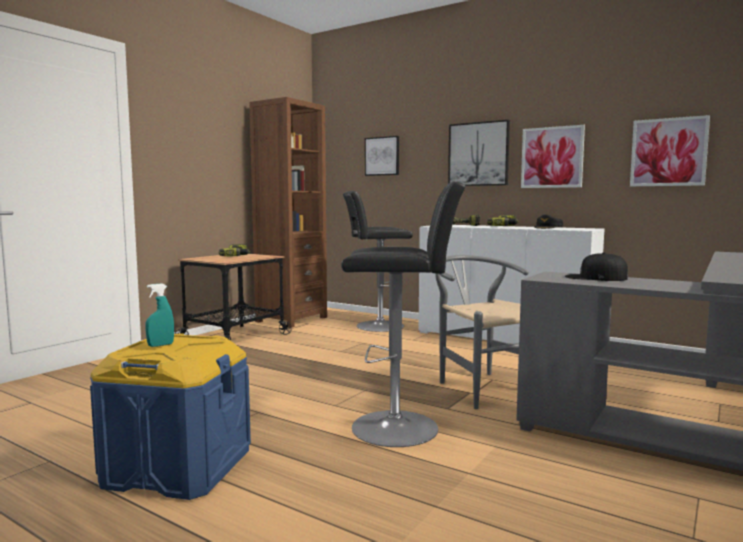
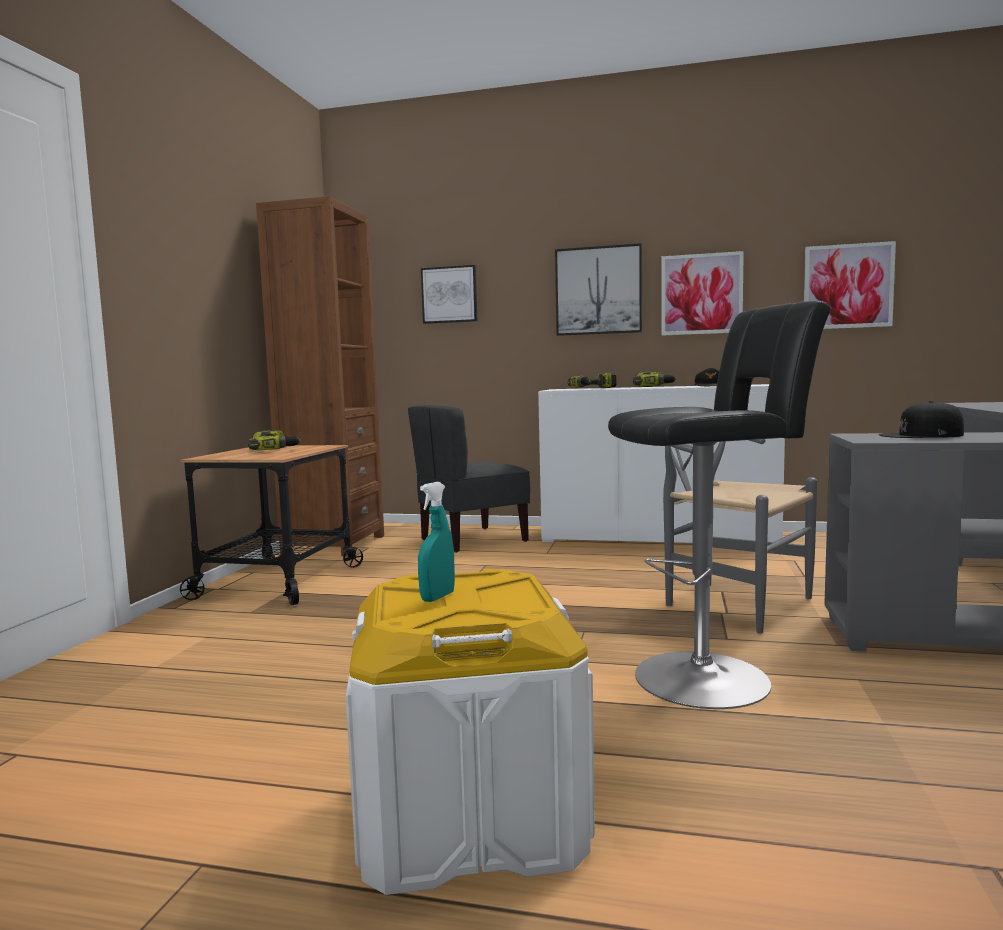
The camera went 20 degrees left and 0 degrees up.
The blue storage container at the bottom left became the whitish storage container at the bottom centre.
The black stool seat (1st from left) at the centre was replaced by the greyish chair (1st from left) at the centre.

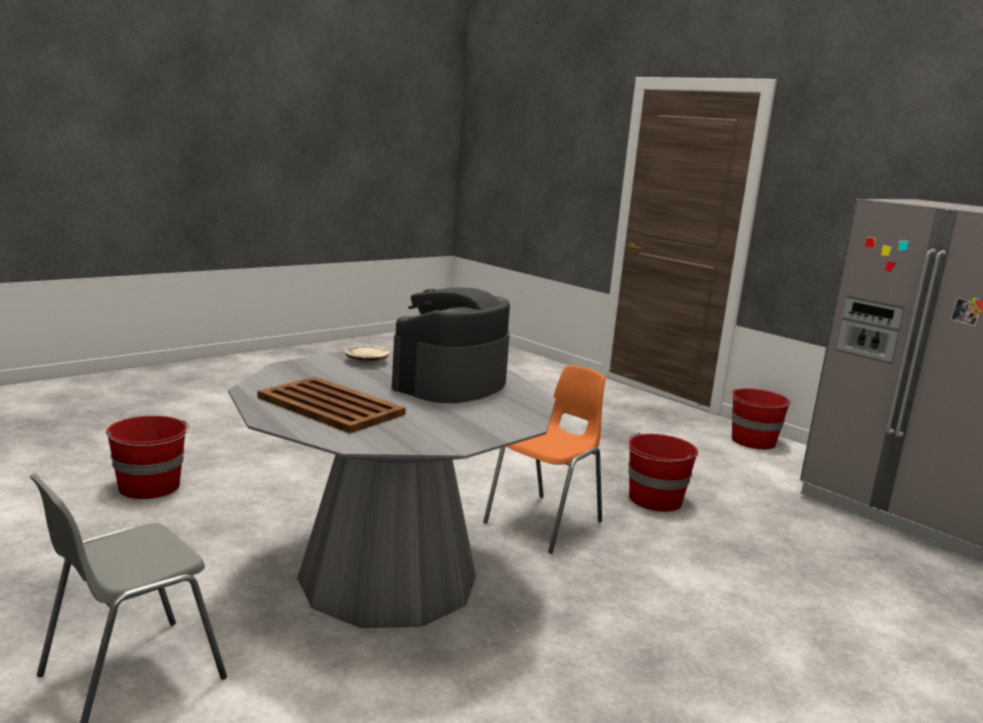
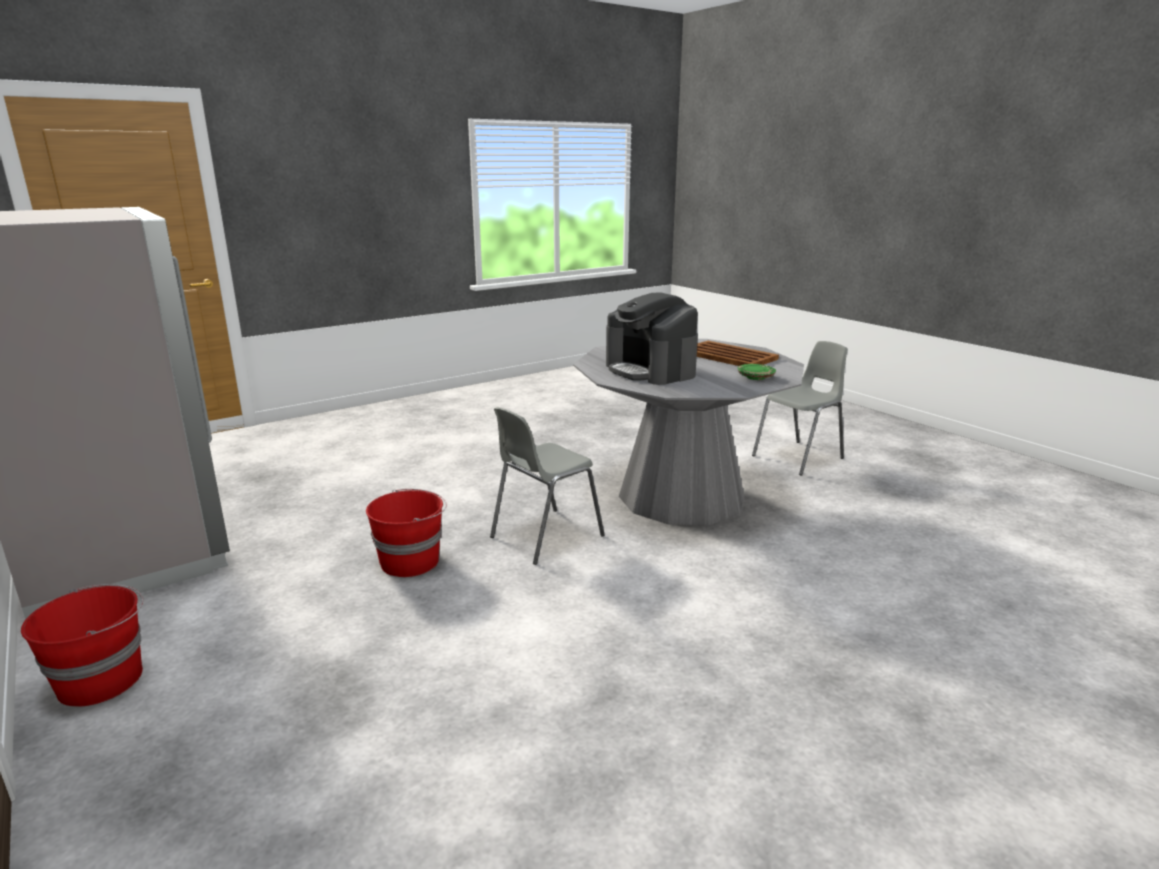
The camera went 170 degrees left and 5 degrees up.
The red-coloured water bucket (1st from left) at the middle left disappeared.
The sand-coloured flat dish at the centre disappeared.
The coffee machine at the centre turned 105 degrees clockwise.
The orangey chair at the centre became the greyish chair (1st from left) at the centre.
The green-coloured flat dish at the centre appeared.

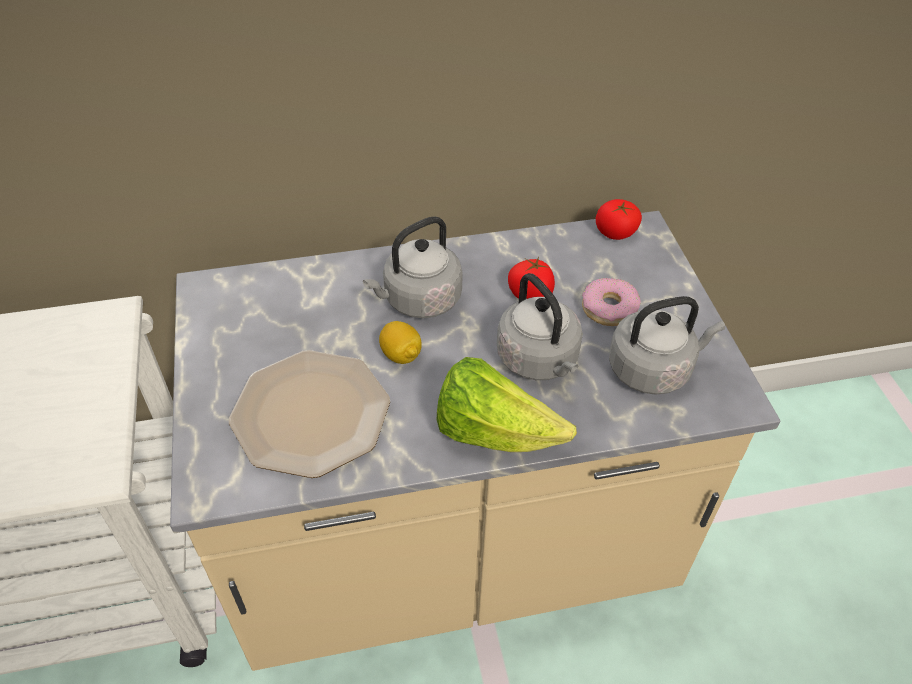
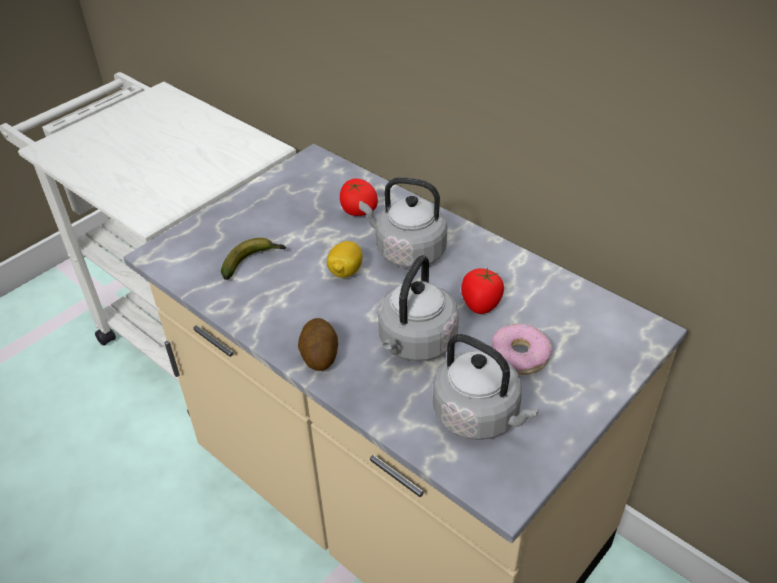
The camera went 55 degrees right and 5 degrees down.
The flat dish at the centre was replaced by the banana fruit at the middle left.
The lettuce at the centre was replaced by the spud at the centre.
The fresh tomato (2nd from left in the first image) moved from the top right to the centre.

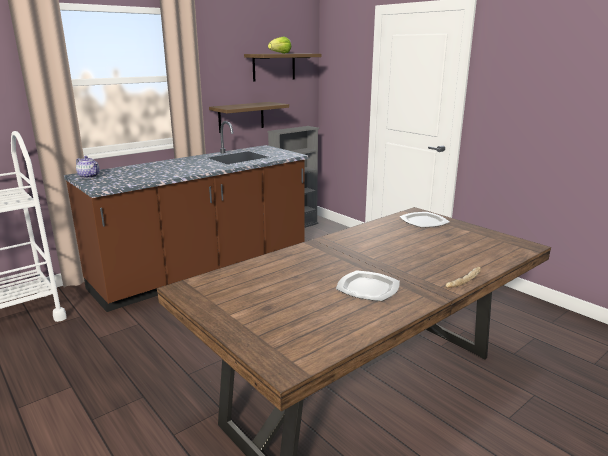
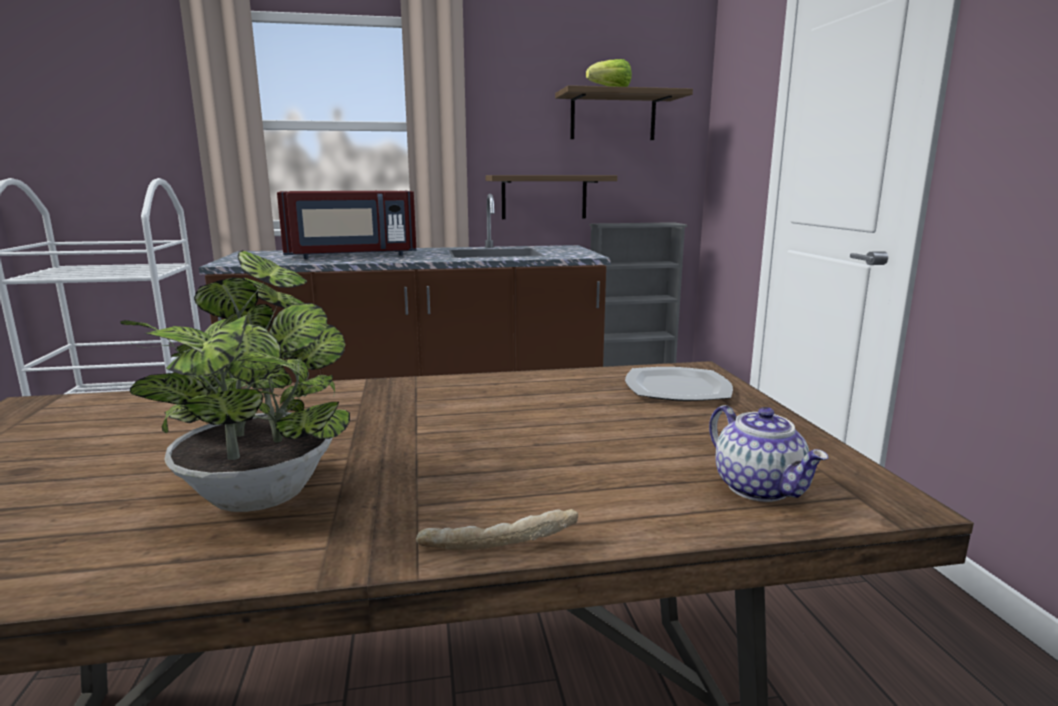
The camera went 30 degrees right and 5 degrees down.
The teapot moved from the middle left to the middle right.
The flat dish (1st from left) at the centre was replaced by the plant in a pot at the middle left.
The red-coloured microwave at the top left appeared.

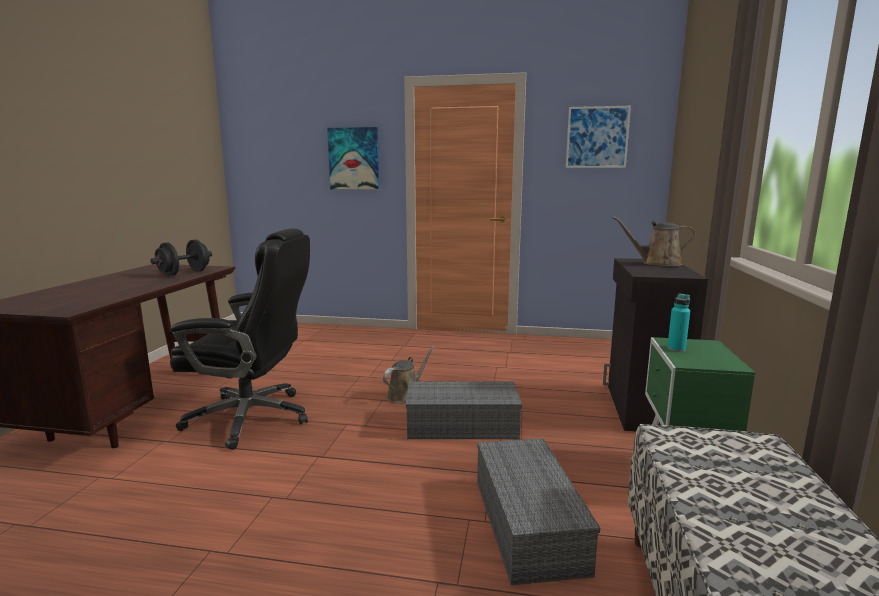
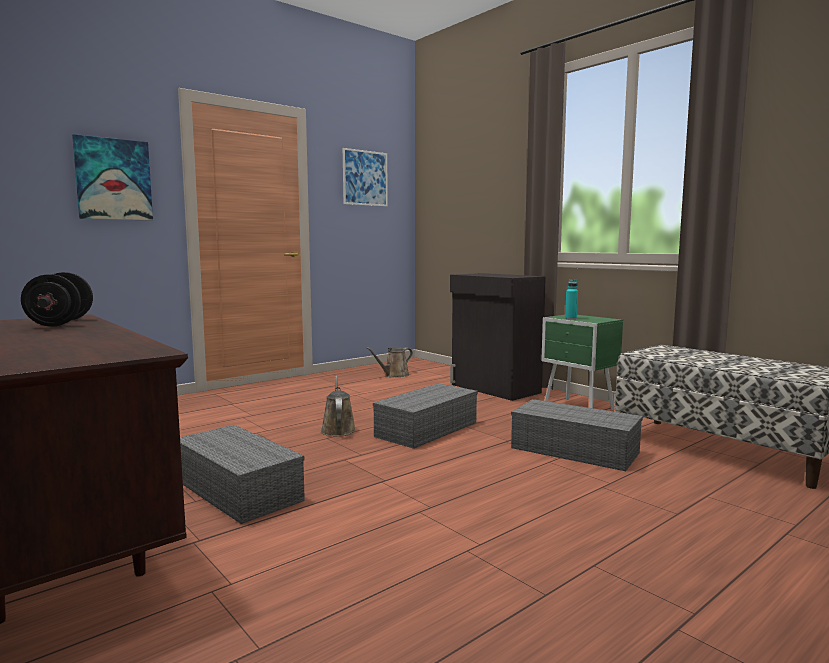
The camera went 50 degrees left and 5 degrees down.
The black office chair at the middle left was replaced by the greyish storage container (1st from left) at the bottom left.
The brown-coloured watering can (2nd from left) moved from the middle right to the centre.

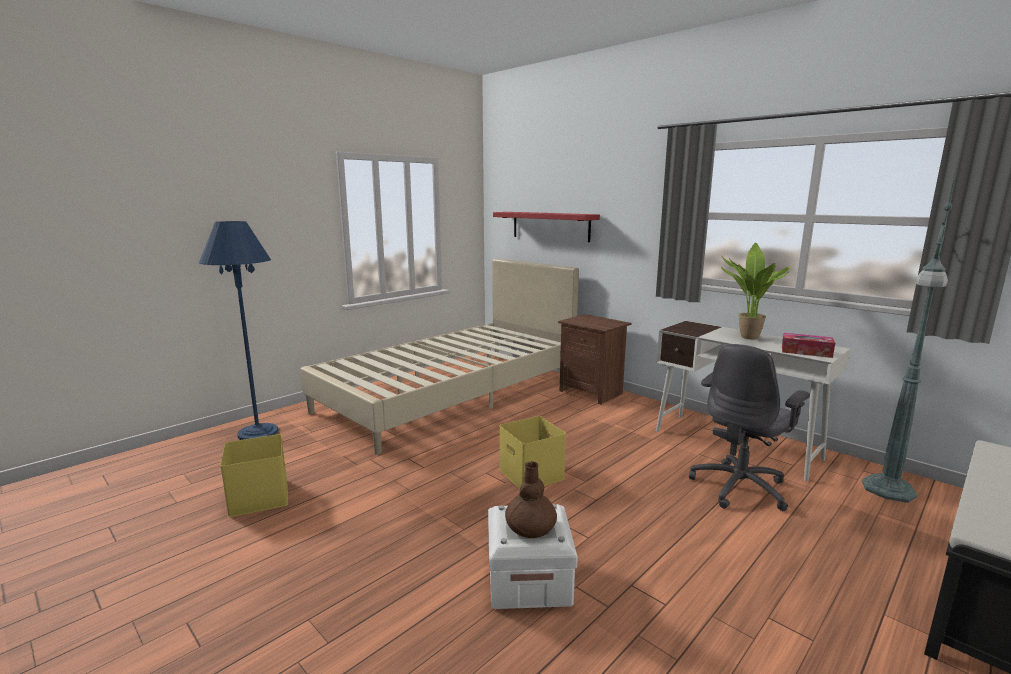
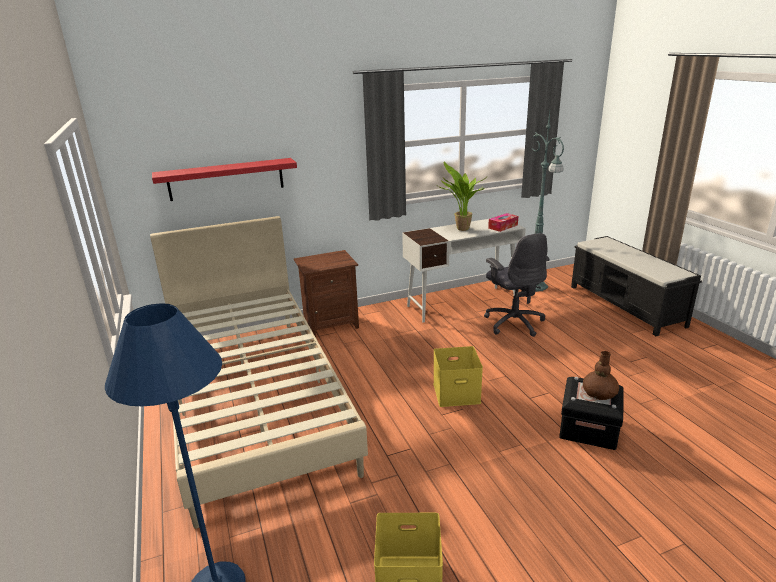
The camera went 65 degrees left and 10 degrees up.
The whitish storage container at the bottom centre became the black storage container at the bottom right.

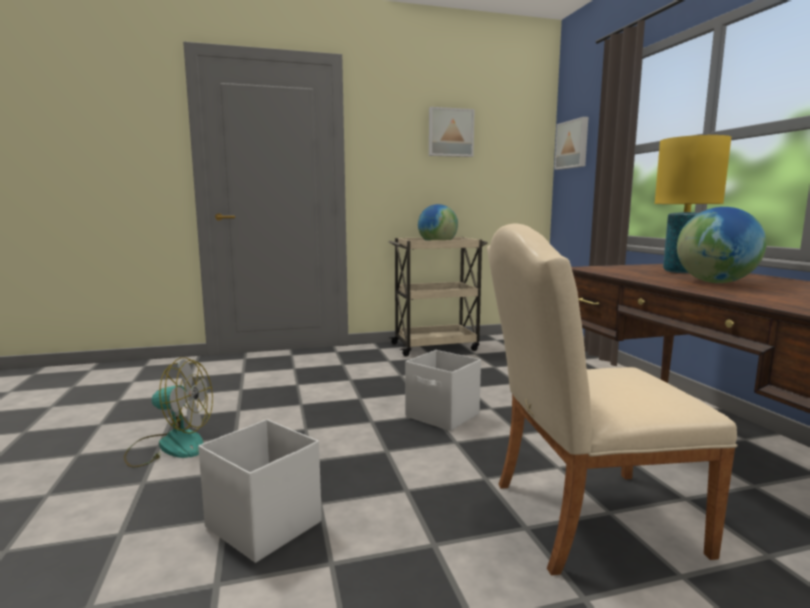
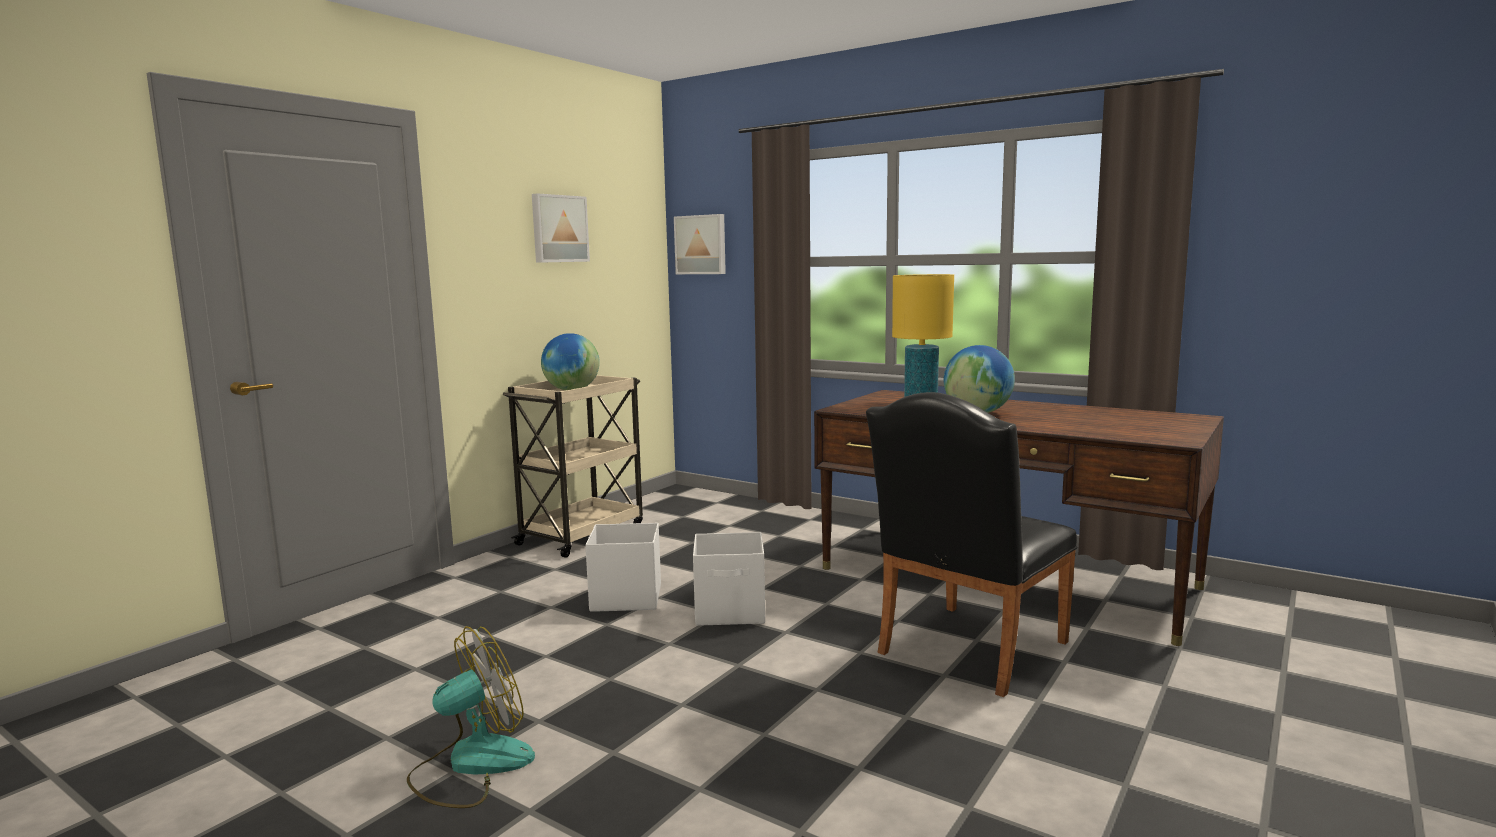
The camera went 40 degrees left and 0 degrees up.
The whitish storage container (1st from left) moved from the bottom left to the bottom centre.
The sand-coloured chair at the middle right became the black chair at the centre.

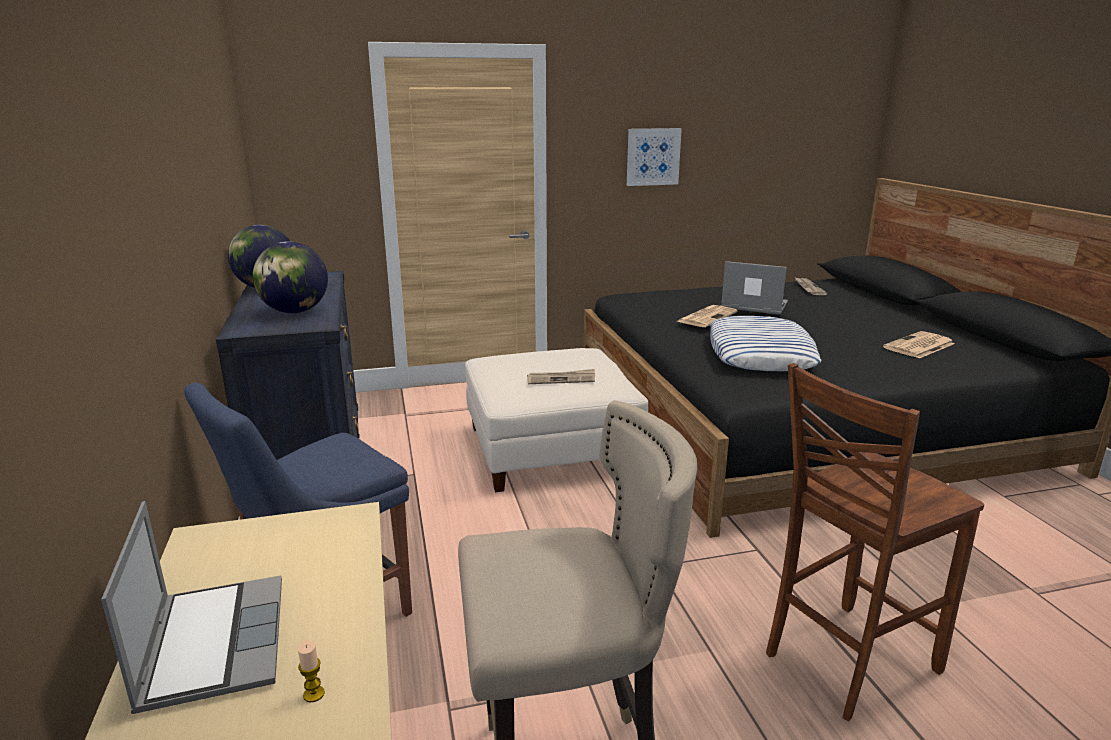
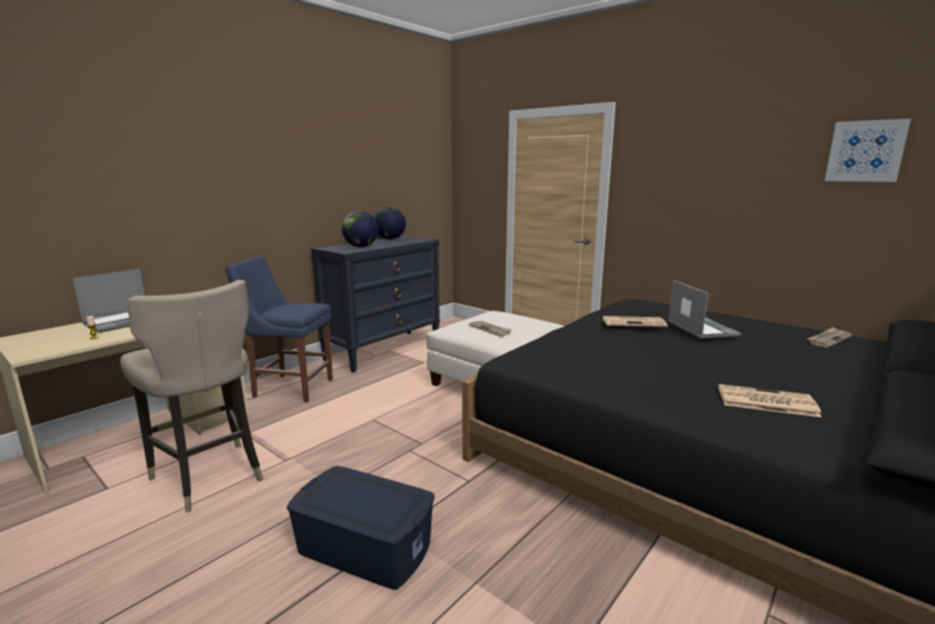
The camera went 55 degrees right and 5 degrees down.
The picture moved from the top centre to the top right.
The pillow at the middle right disappeared.
The brown-coloured chair at the bottom right was replaced by the blue storage container at the bottom centre.

